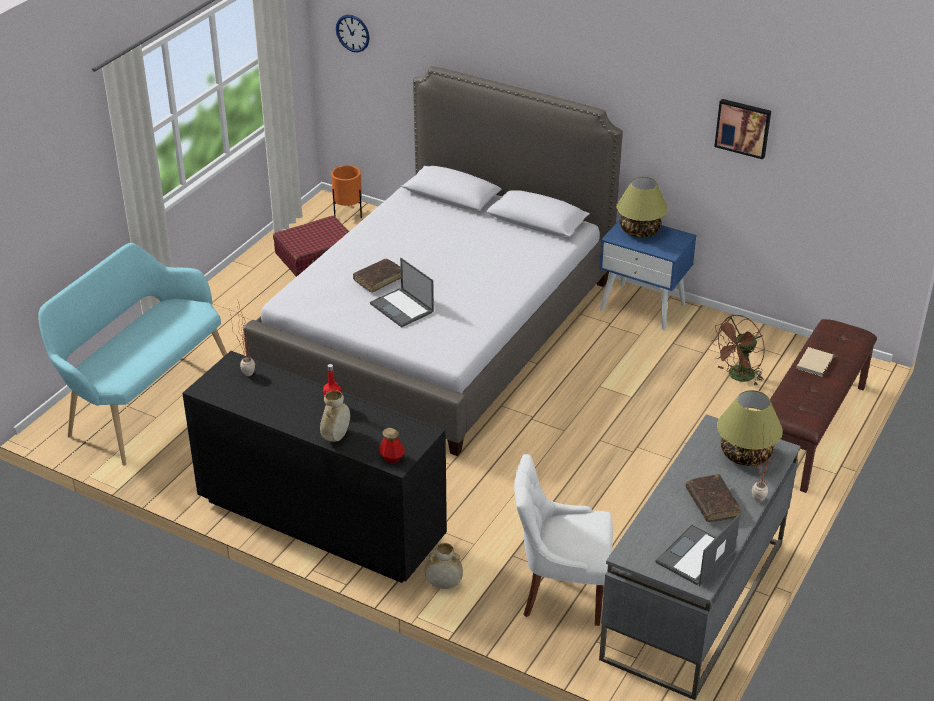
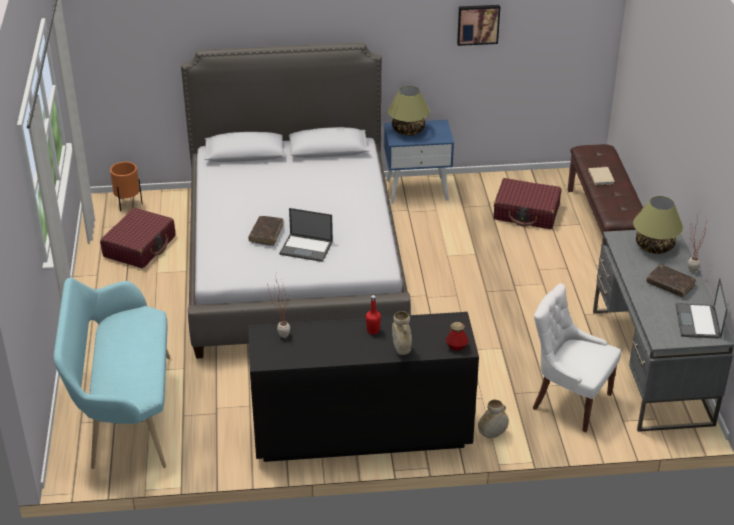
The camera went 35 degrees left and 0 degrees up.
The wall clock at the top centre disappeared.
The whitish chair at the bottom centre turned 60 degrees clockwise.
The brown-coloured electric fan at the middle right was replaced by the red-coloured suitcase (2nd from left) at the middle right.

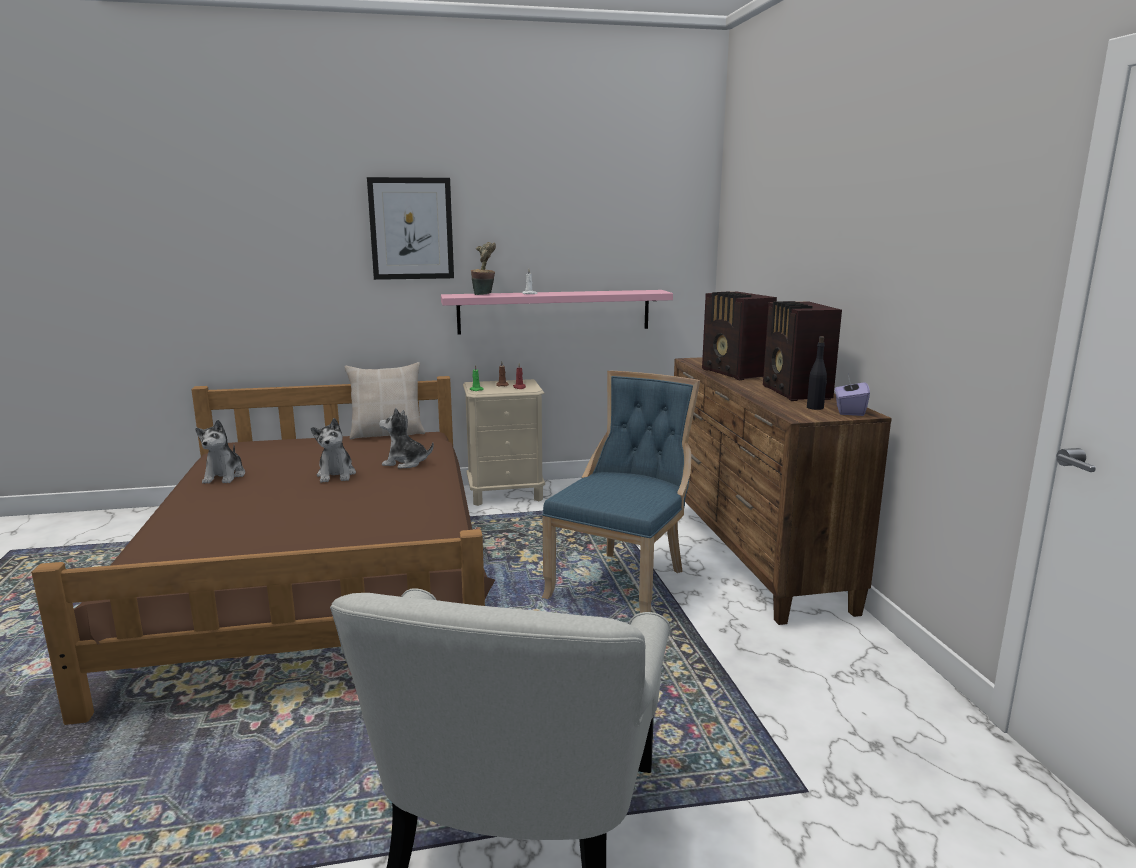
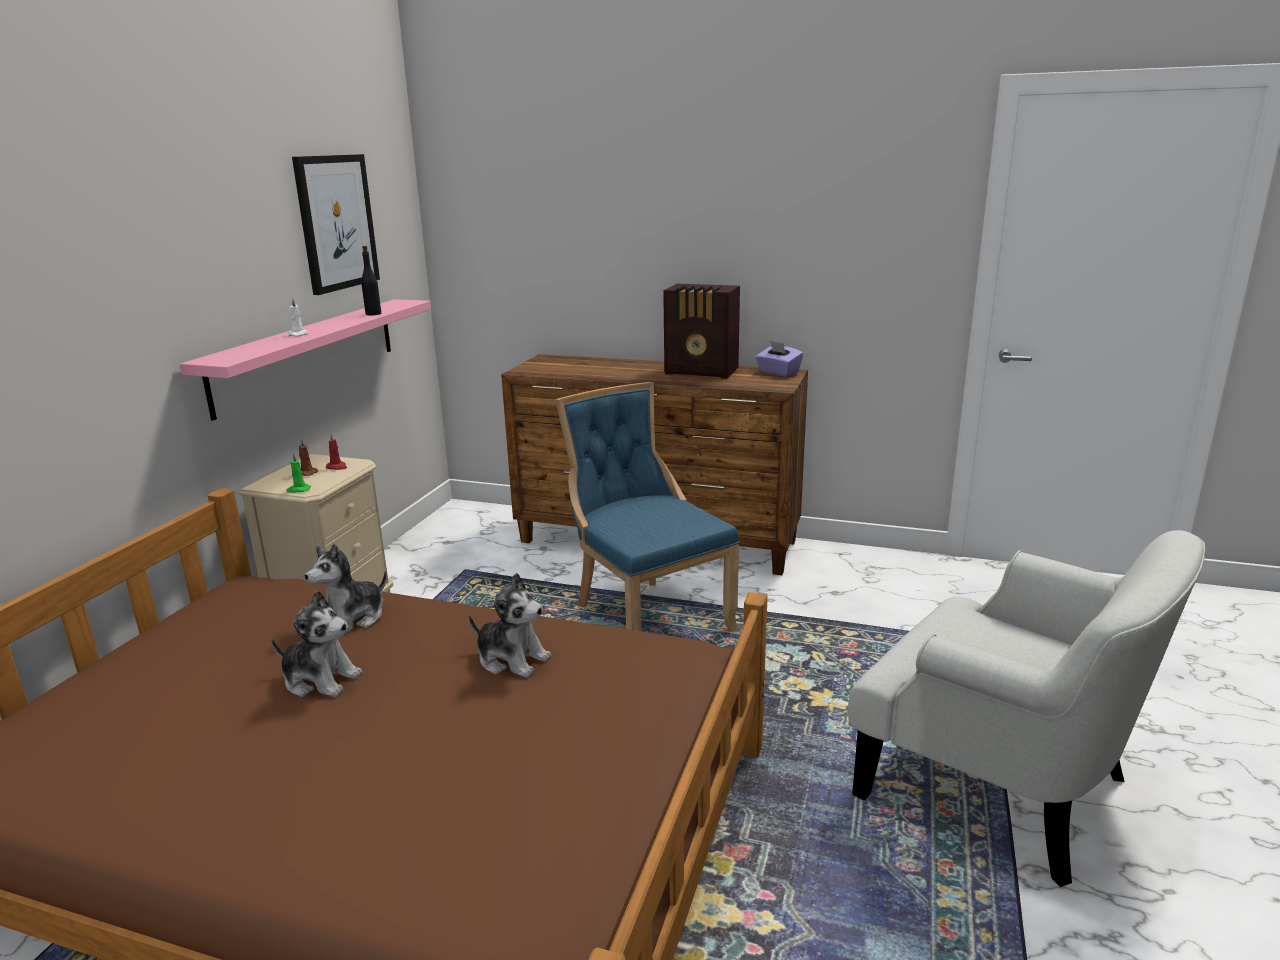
The camera went 60 degrees left and 5 degrees up.
The plush toy (1st from left in the first image) moved from the middle left to the centre.
The sand-coloured pillow at the centre disappeared.
The picture moved from the top centre to the top left.
The plant in a pot at the top centre disappeared.
The radio receiver (1st from left) at the centre disappeared.
The black bottle moved from the middle right to the top left.

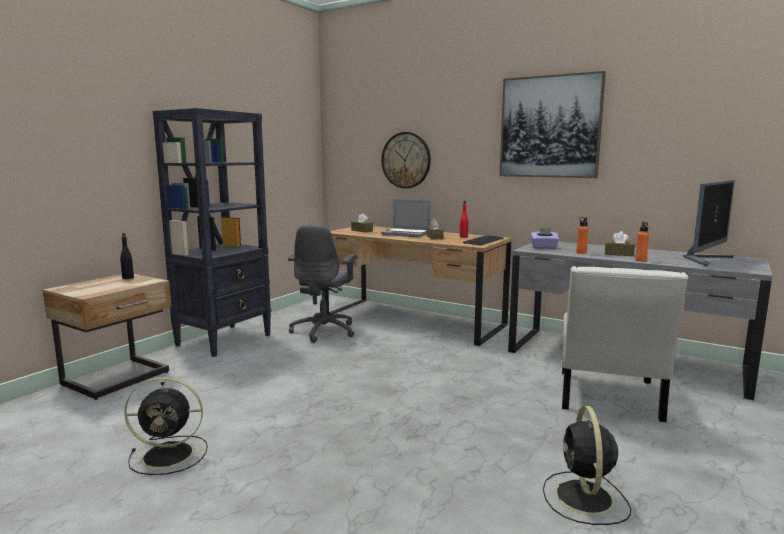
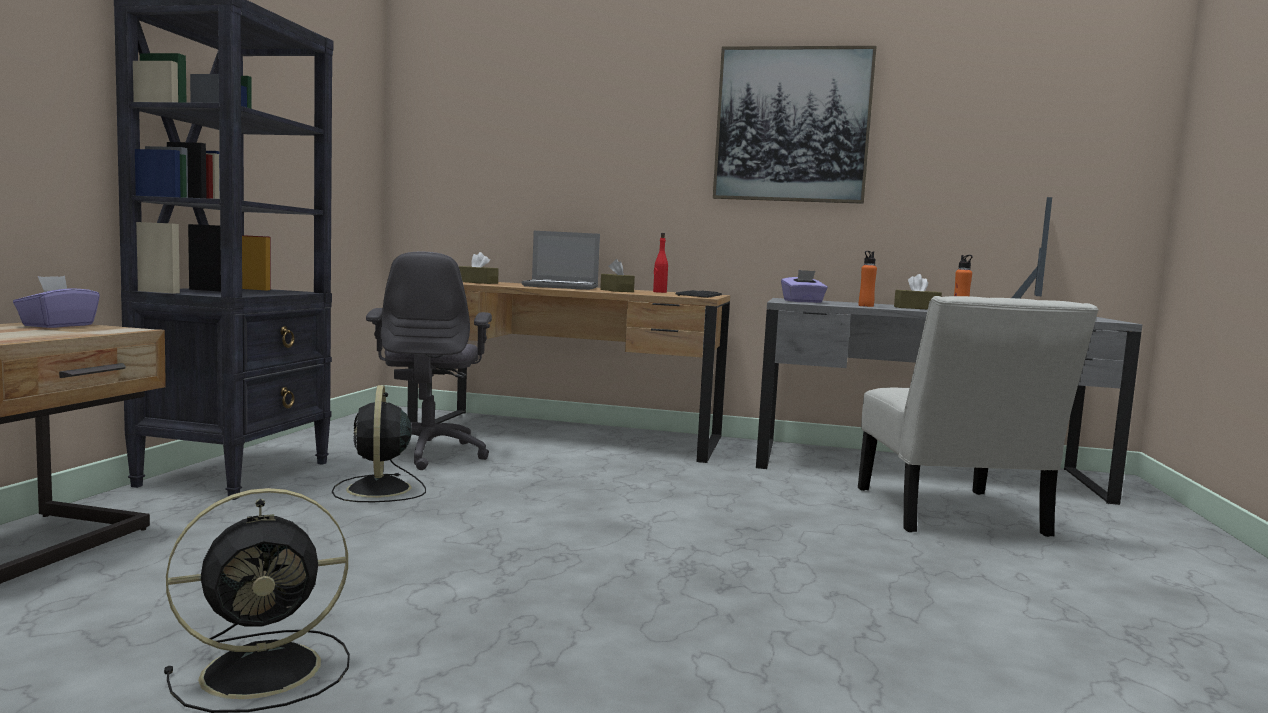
The camera went 20 degrees left and 5 degrees down.
The black bottle at the middle left was replaced by the purple-coloured tissue box (1st from left) at the middle left.
The wall clock at the top centre disappeared.
The black electric fan (2nd from left) moved from the bottom right to the middle left.

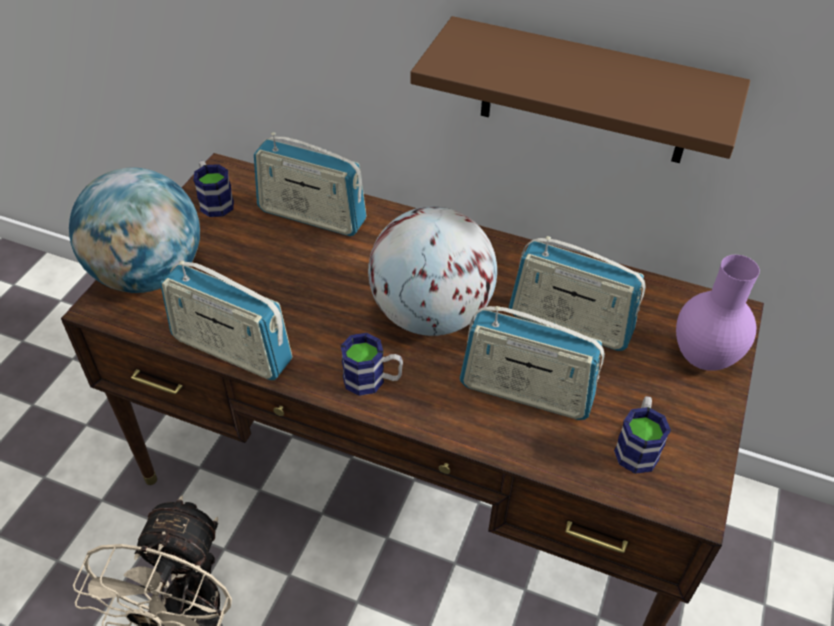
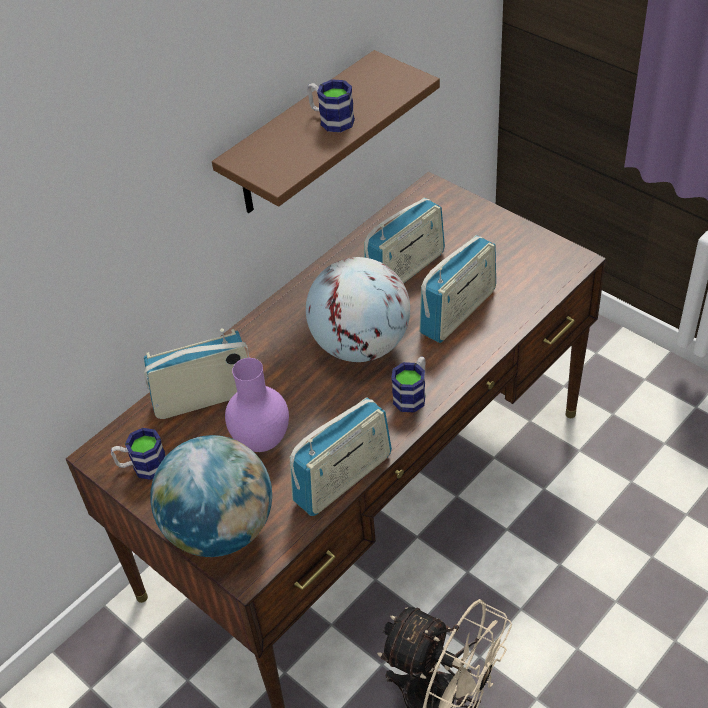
The camera went 65 degrees left and 0 degrees up.
The radio receiver (2nd from left in the first image) at the top centre turned 150 degrees counterclockwise.
The tea mug (3rd from left in the first image) moved from the bottom right to the top centre.
The purple-coloured vase moved from the middle right to the centre.

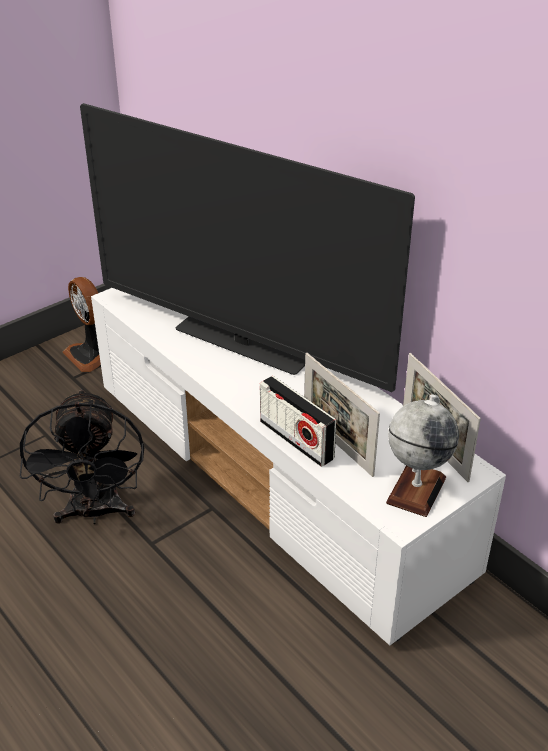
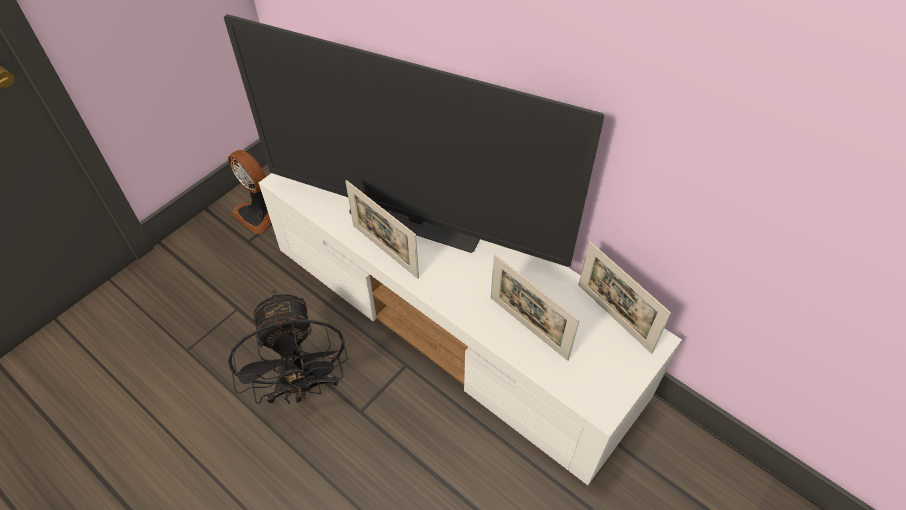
The camera went 10 degrees left and 15 degrees up.
The radio receiver at the centre disappeared.
The world globe at the middle right disappeared.
The standing frame (1st from left) at the centre appeared.

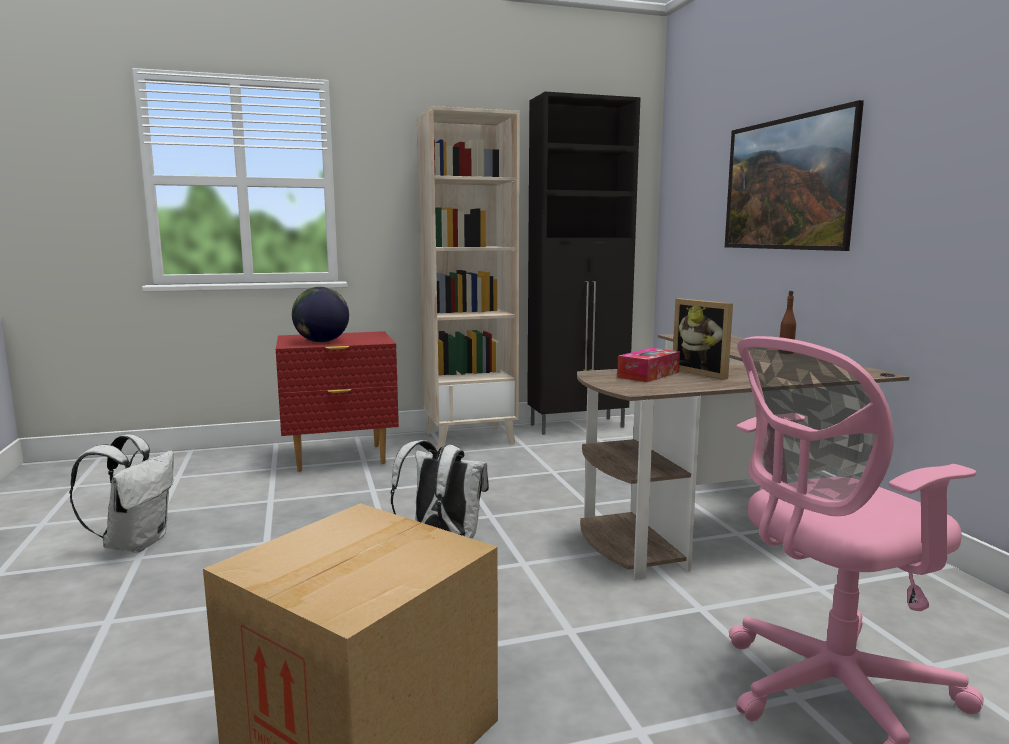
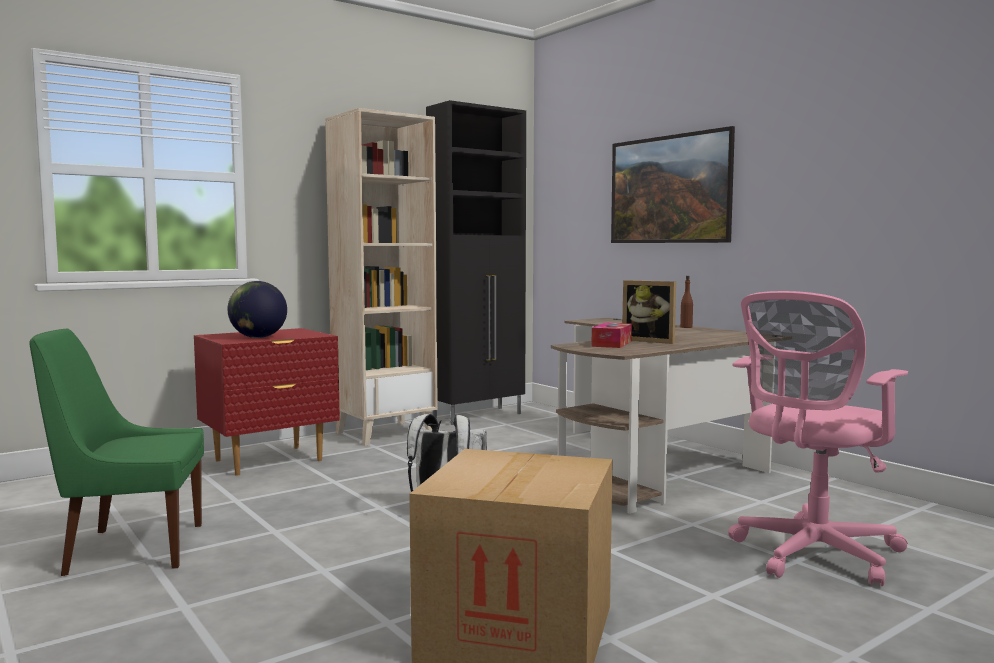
The camera went 20 degrees left and 5 degrees down.
The whitish knapsack (1st from left) at the middle left was replaced by the green-coloured chair at the bottom left.

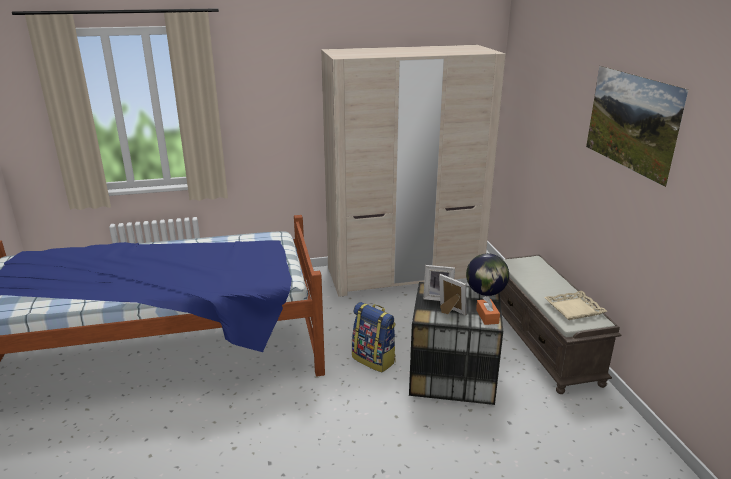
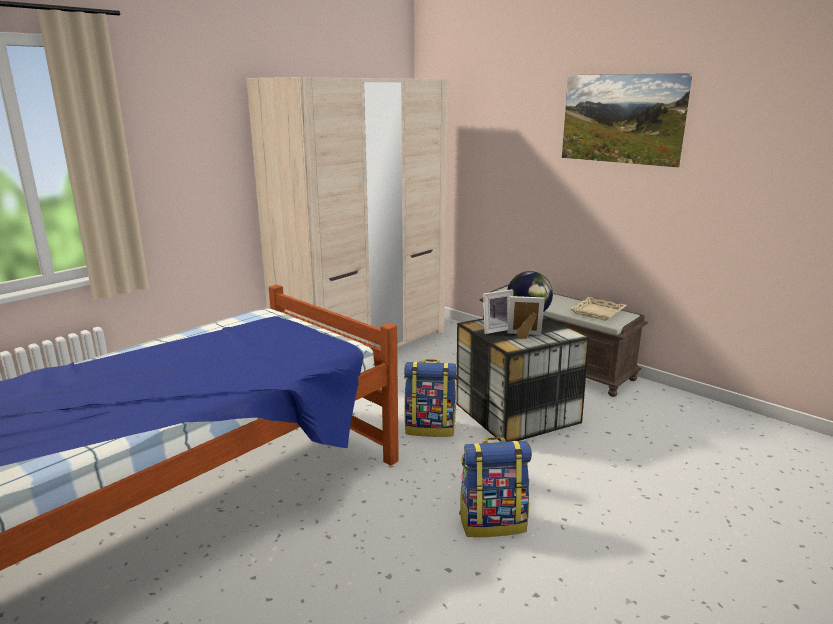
The camera went 35 degrees left and 5 degrees down.
The orangey tissue box at the middle right disappeared.
The knapsack (2nd from left) at the bottom centre appeared.

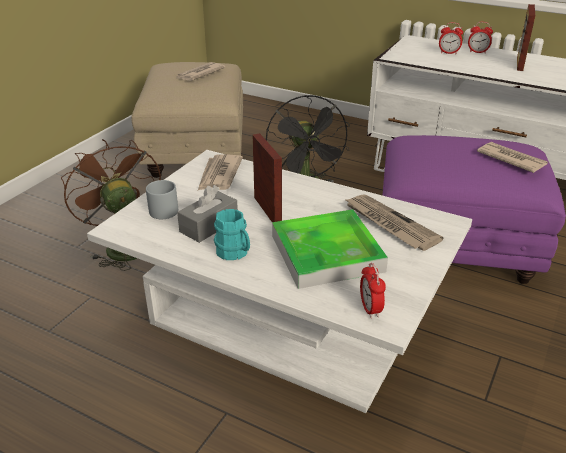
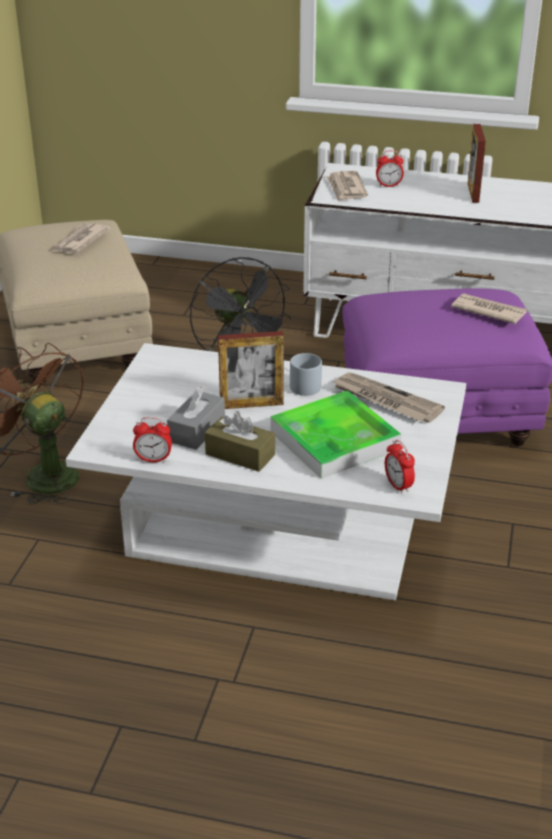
The camera went 15 degrees left and 0 degrees up.
The greyish tea mug moved from the middle left to the centre.
The newspaper (2nd from left) moved from the centre to the top centre.
The blue-green tea mug at the centre was replaced by the brown-coloured tissue box at the centre.
The standing frame (1st from left) at the centre turned 120 degrees clockwise.
The bedside clock (3rd from left in the first image) moved from the top right to the middle left.

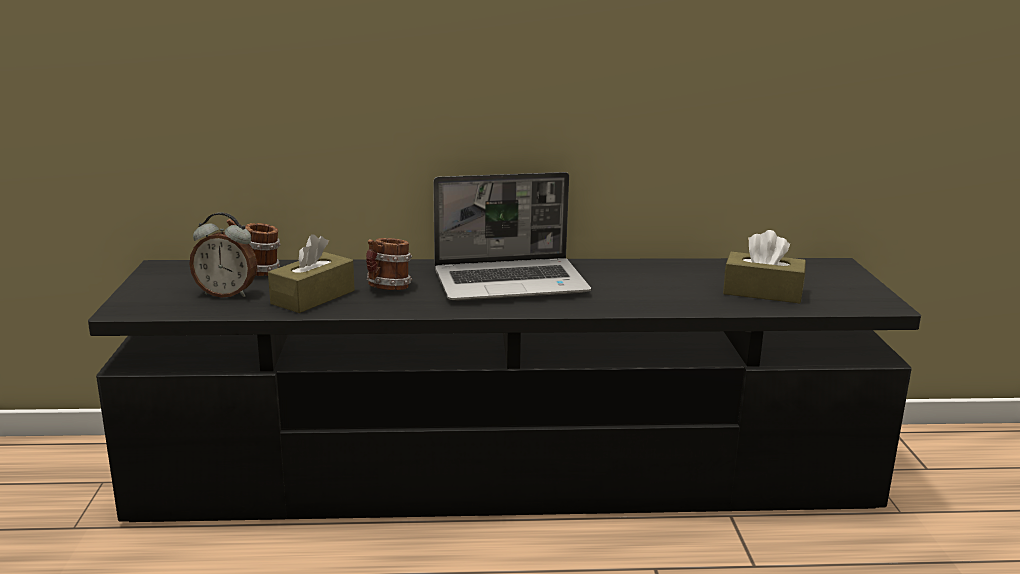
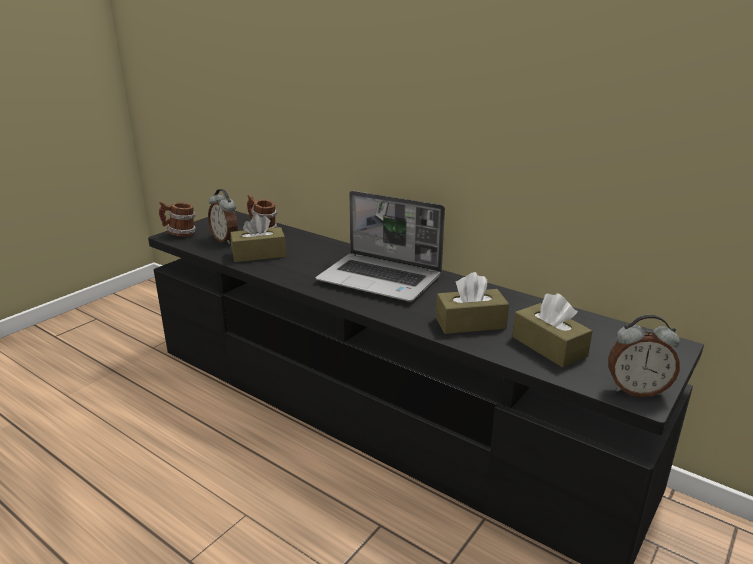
The camera went 40 degrees right and 5 degrees up.
The tea mug (2nd from left in the first image) moved from the centre to the middle left.
The brown-coloured tissue box (2nd from left) at the centre appeared.
The bedside clock (2nd from left) at the middle right appeared.

